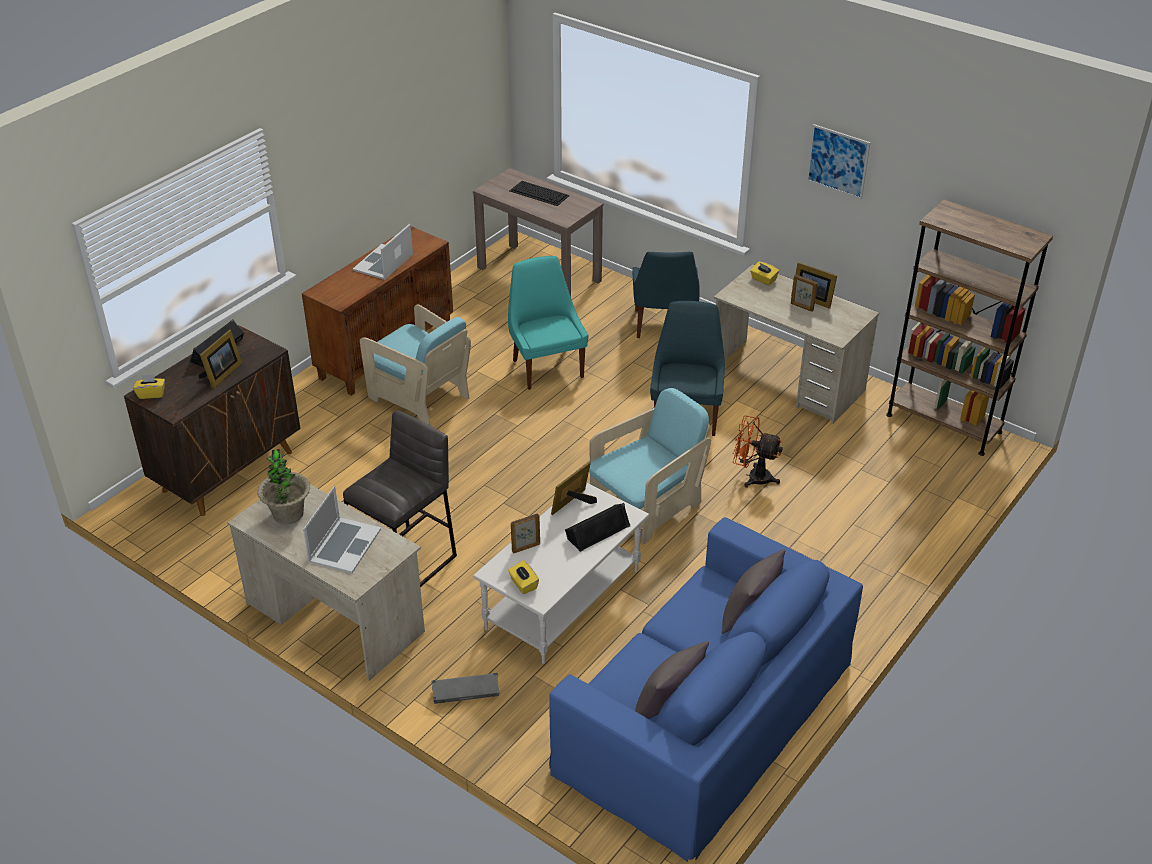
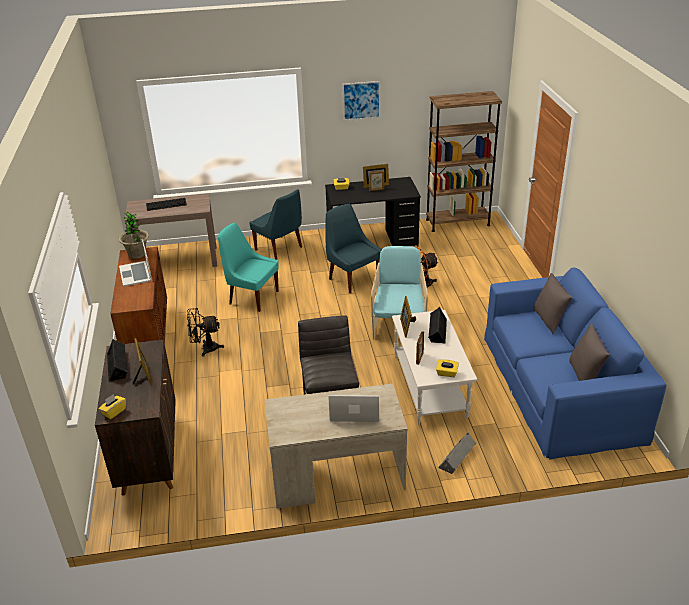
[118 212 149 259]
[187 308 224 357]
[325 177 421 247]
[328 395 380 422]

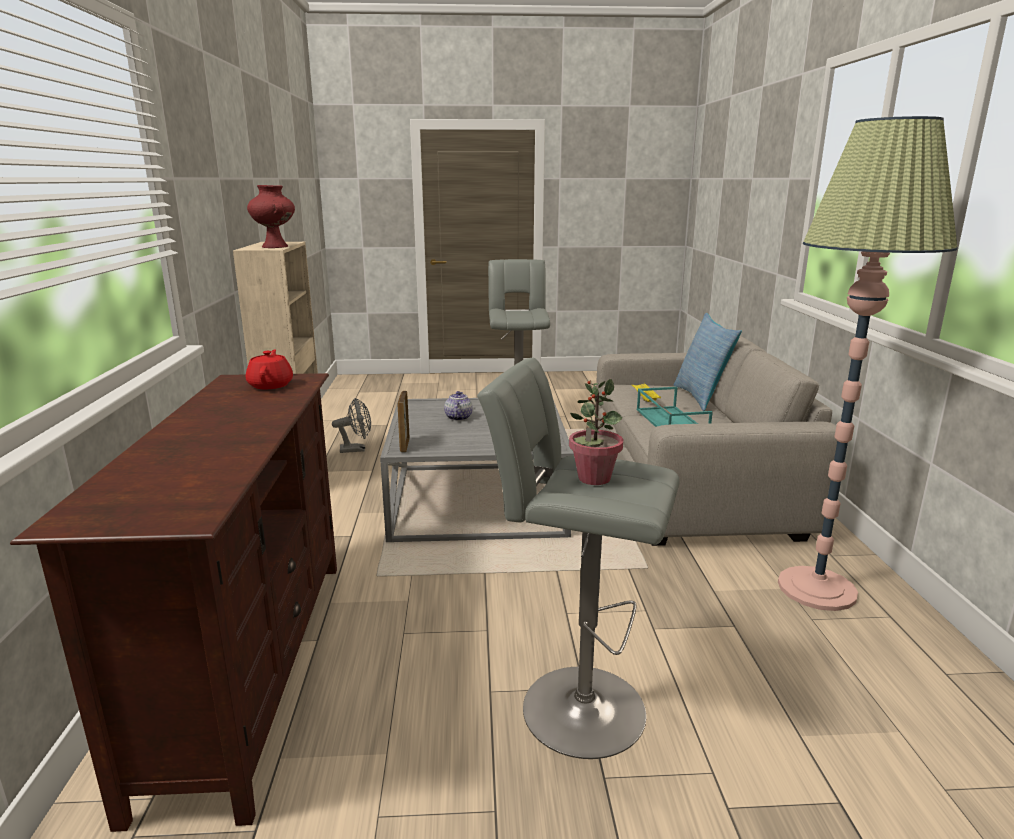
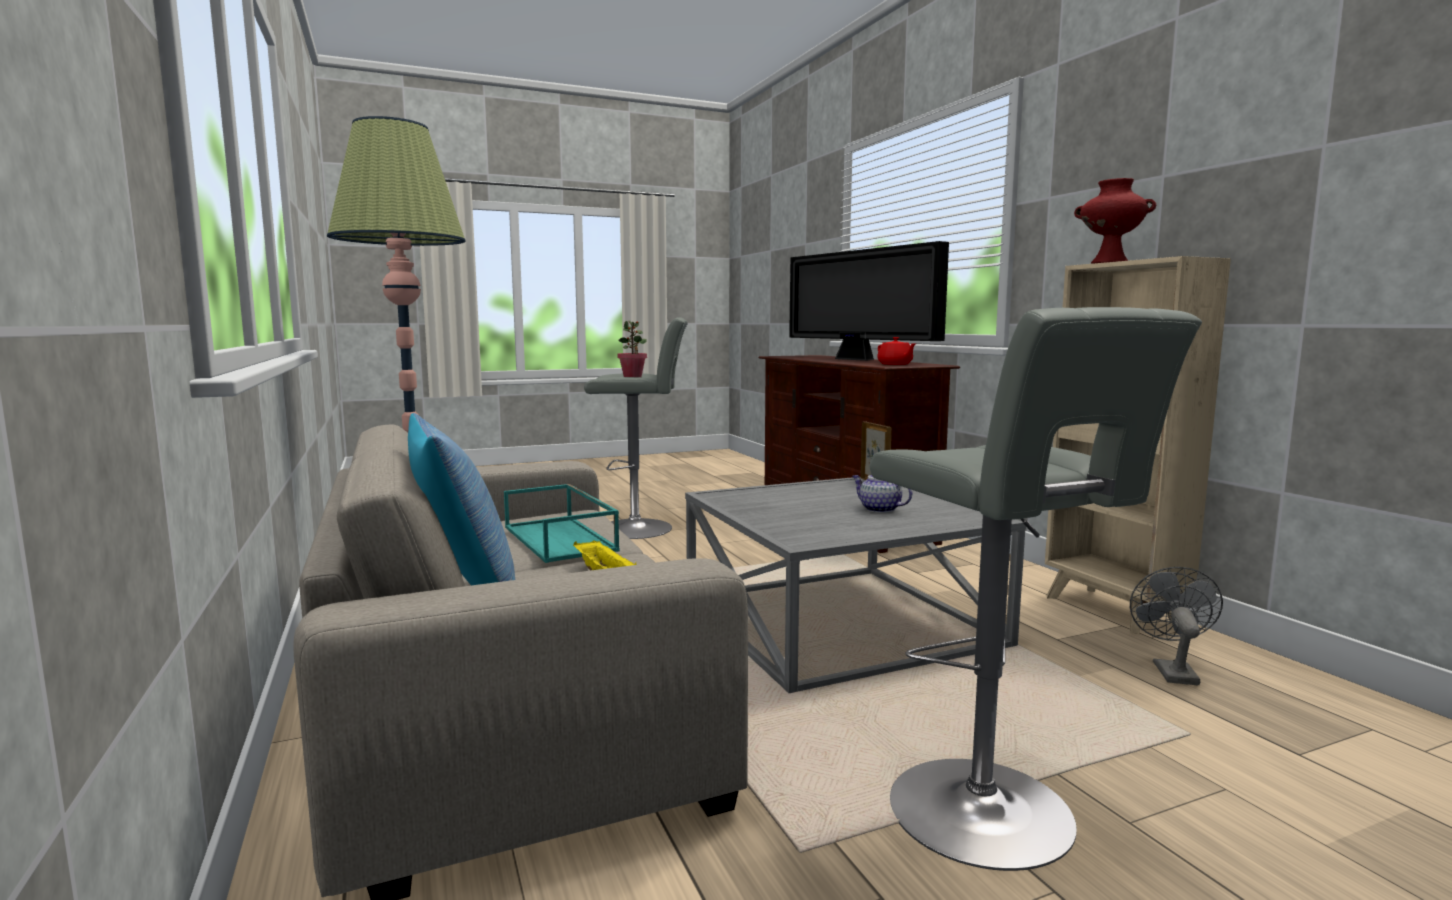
[789 241 949 361]
[1130 567 1223 685]
[852 475 912 513]

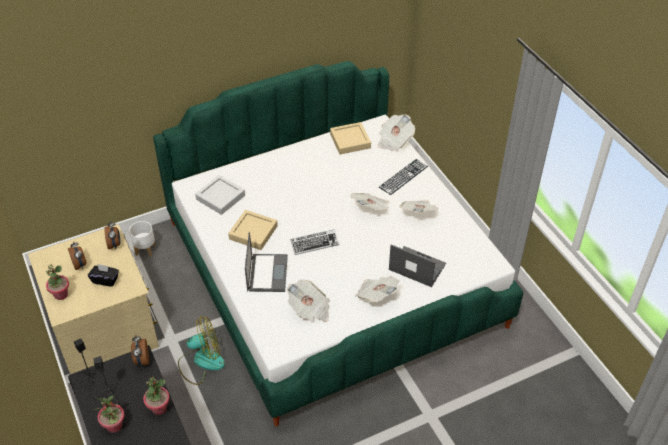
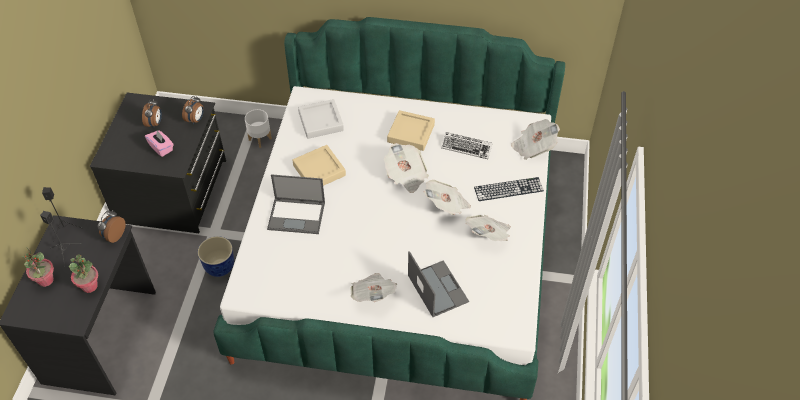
[45 264 69 300] (first image)
[384 143 429 193]
[441 132 493 159]
[387 110 435 151]
[198 236 234 277]
[90 93 226 233]
[145 130 174 157]
[267 174 325 234]

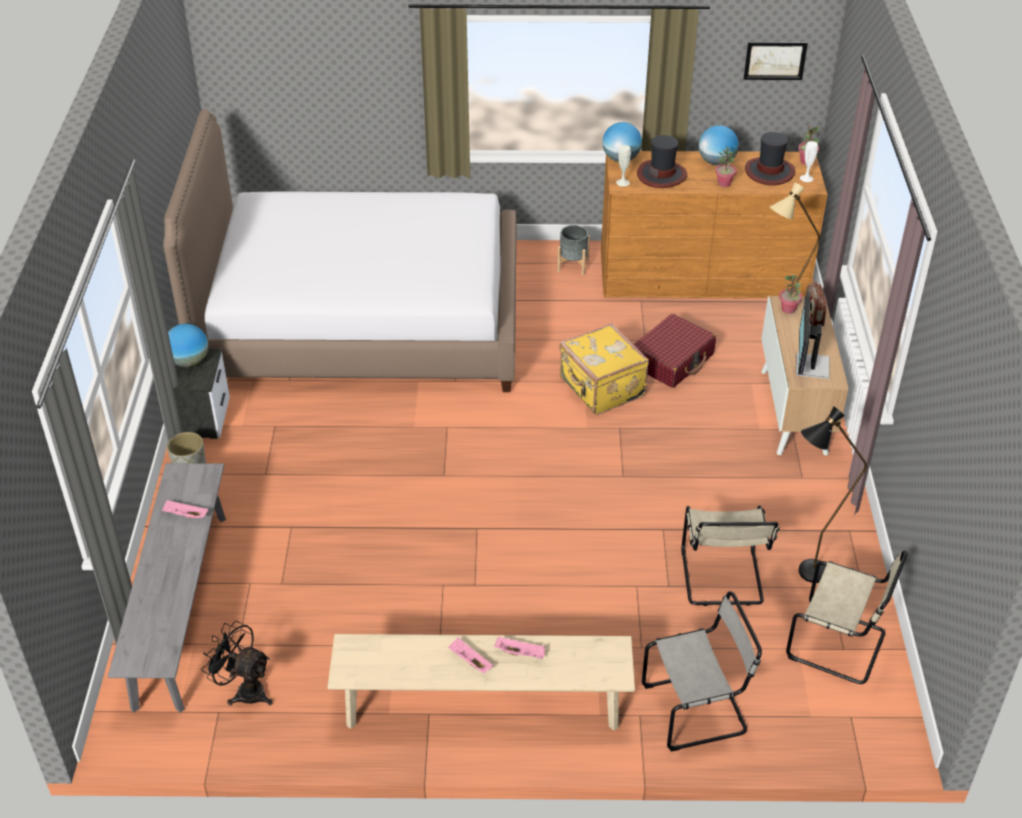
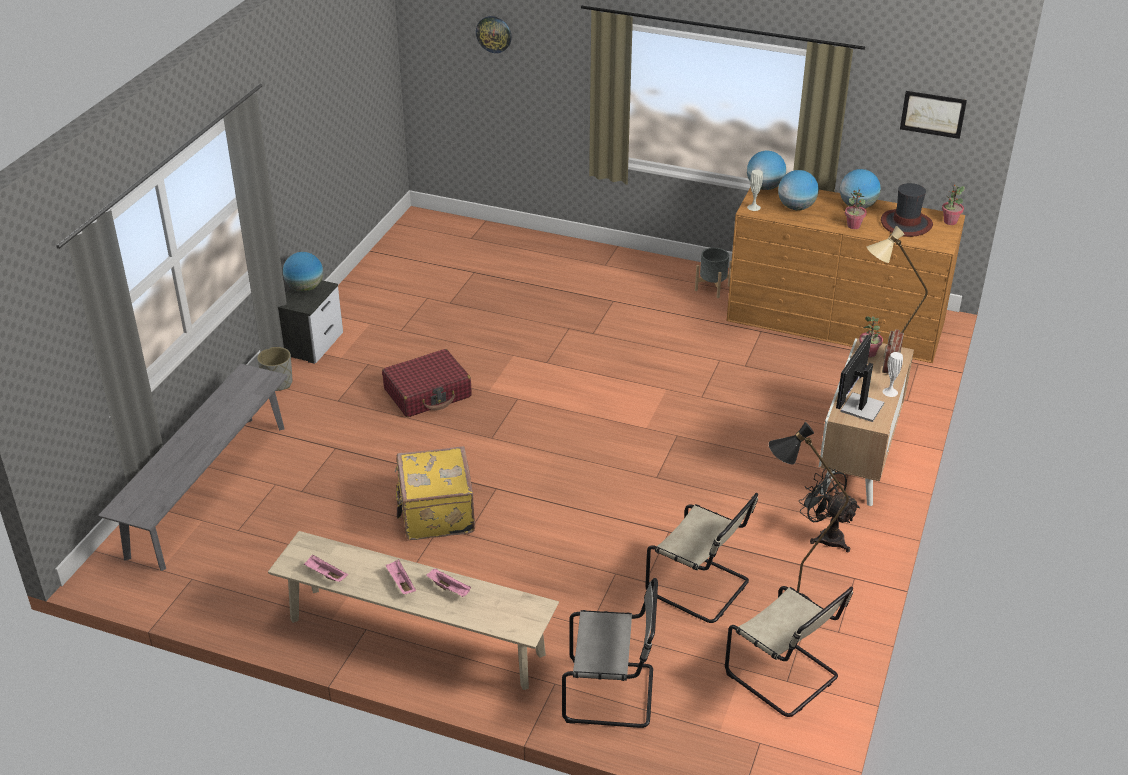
[163 109 516 392] (first image)
[476 16 512 53]
[304 554 348 582]
[799 467 860 552]
[395 446 475 540]
[382 349 472 417]
[883 352 903 397]
[778 170 819 210]
[645 493 758 623]

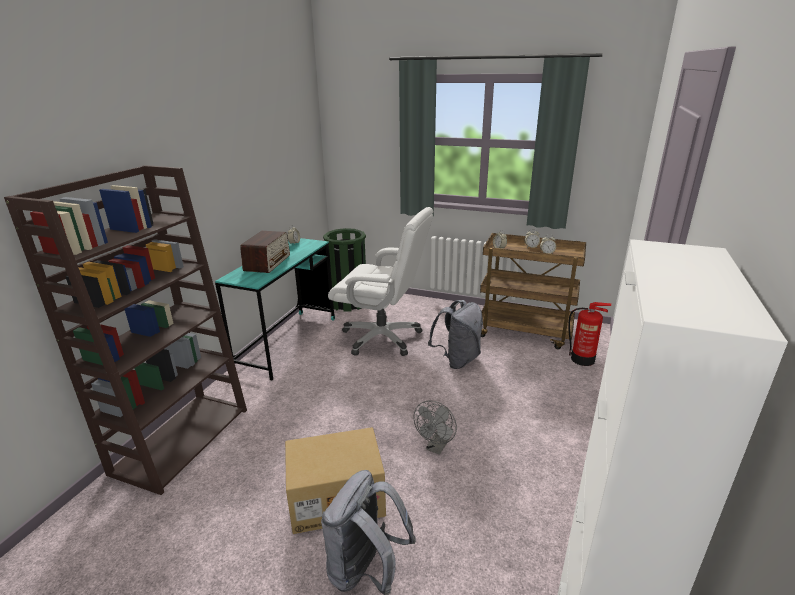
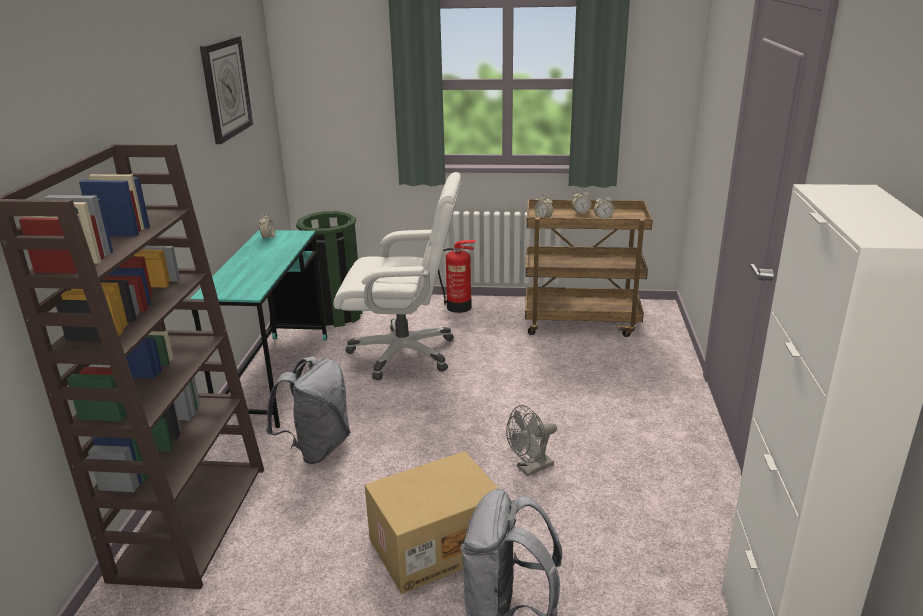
[240 231 290 273] (first image)
[200 36 253 144]
[266 356 350 464]
[438 240 476 313]
[506 405 557 476]

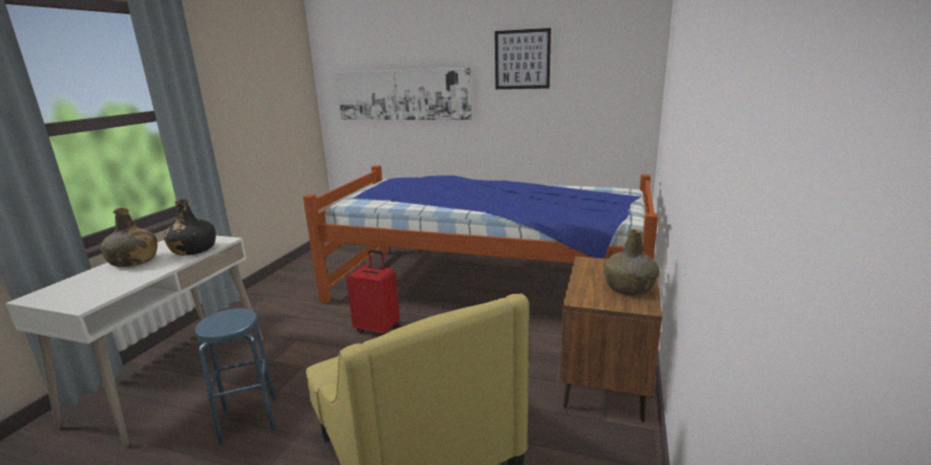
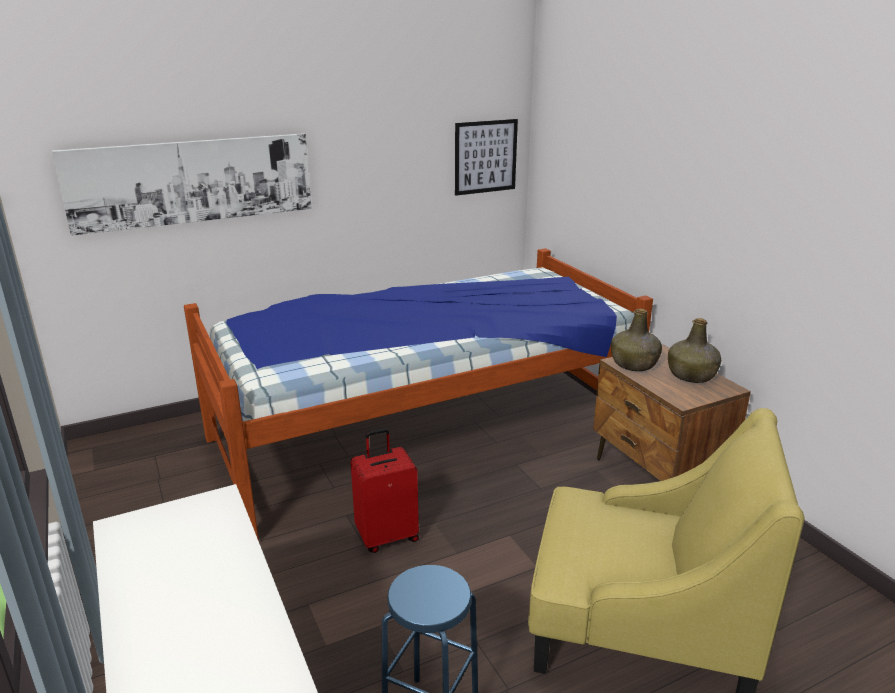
[164 199 216 255] (first image)
[611 309 662 371]
[455 119 518 196]

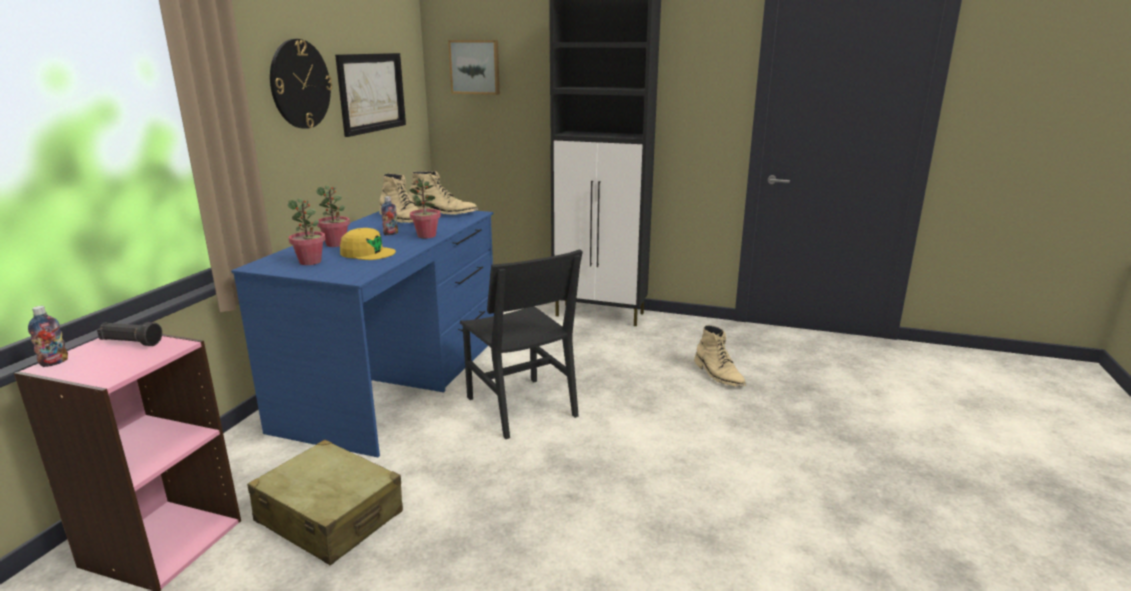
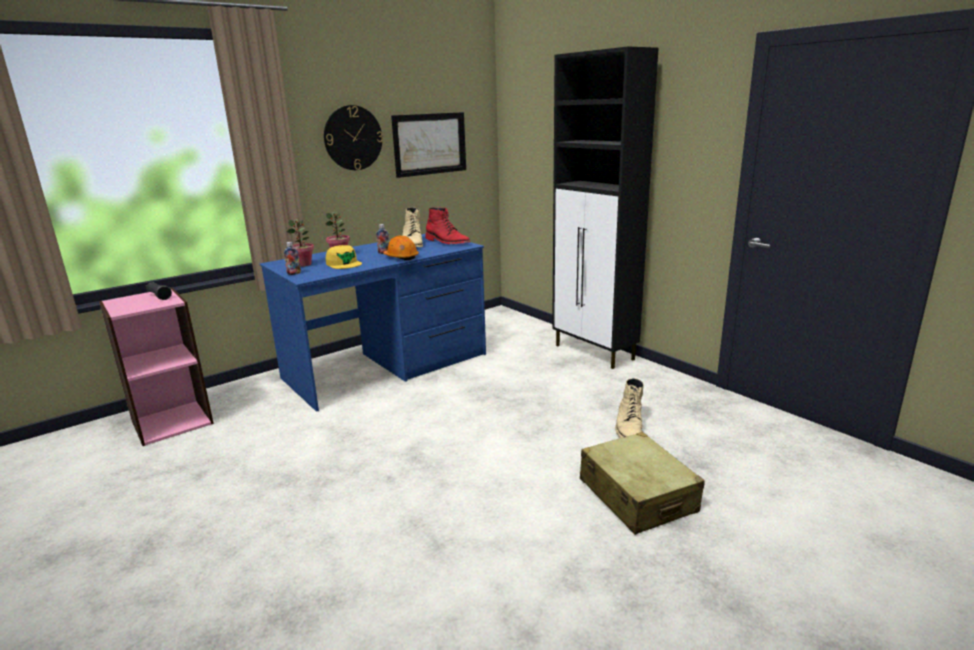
[448 40 500 95] (first image)
[460 249 583 439] (first image)
[284 242 301 275]
[580 432 705 535]
[383 235 419 261]
[425 207 471 244]

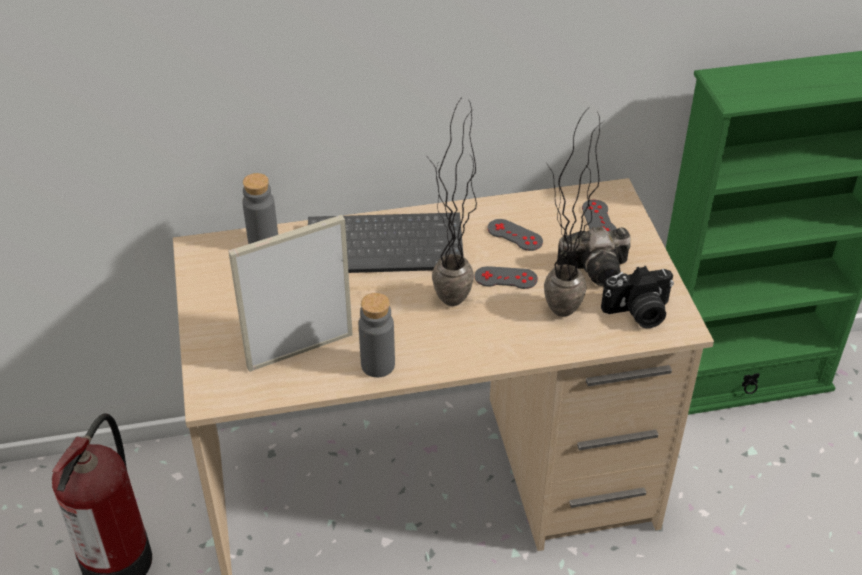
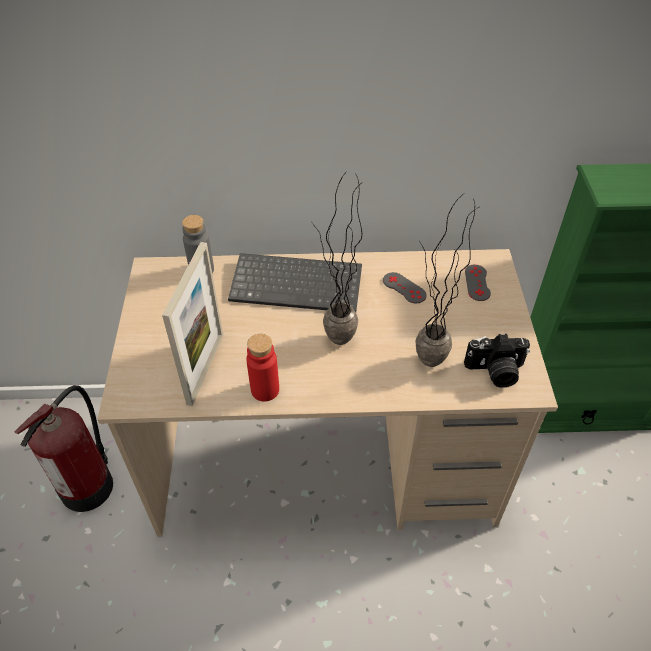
[474 266 538 289] (first image)
[557 226 631 286] (first image)
[246 334 279 402]
[162 242 223 406]

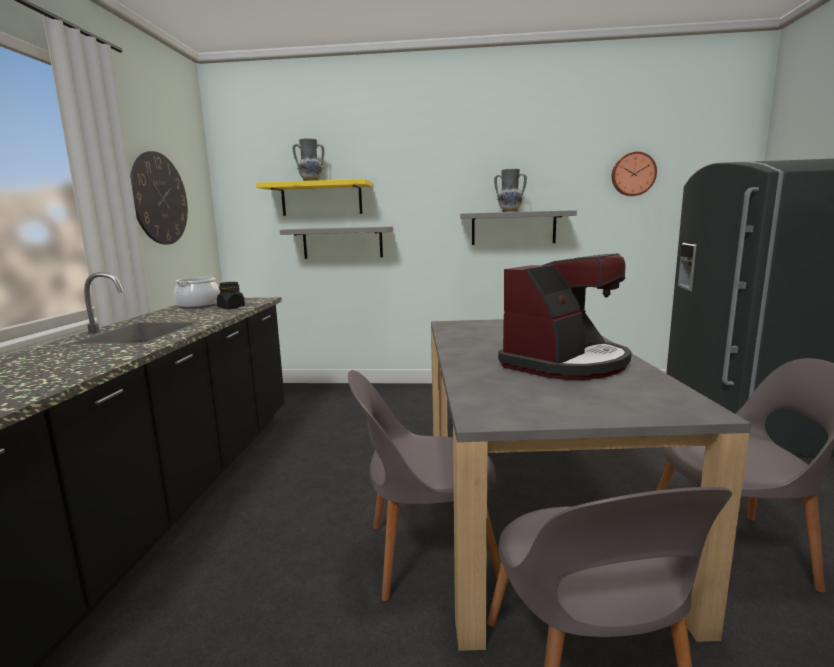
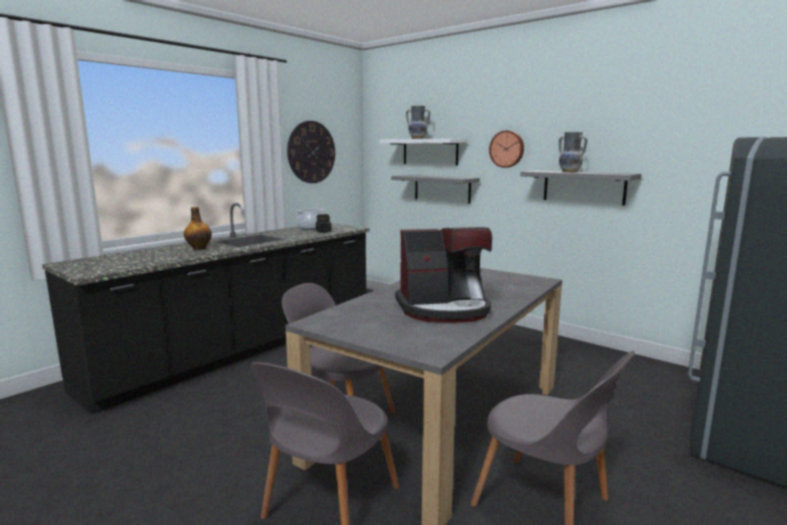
[184 207 212 250]
[489 130 524 168]
[380 139 467 166]

